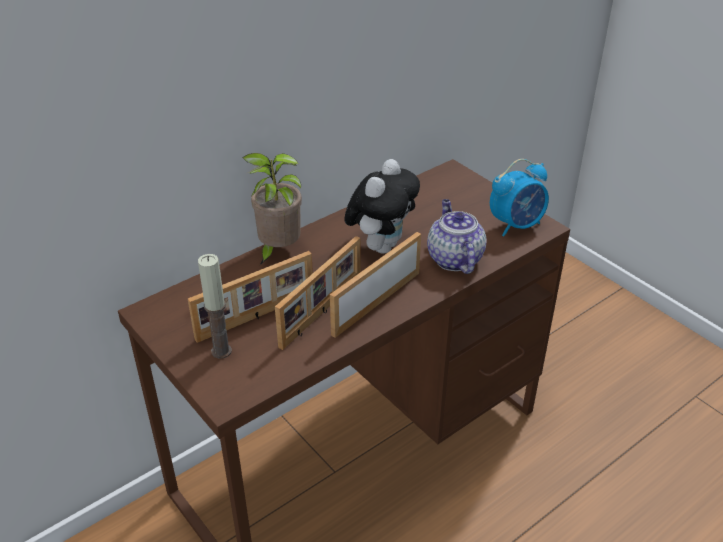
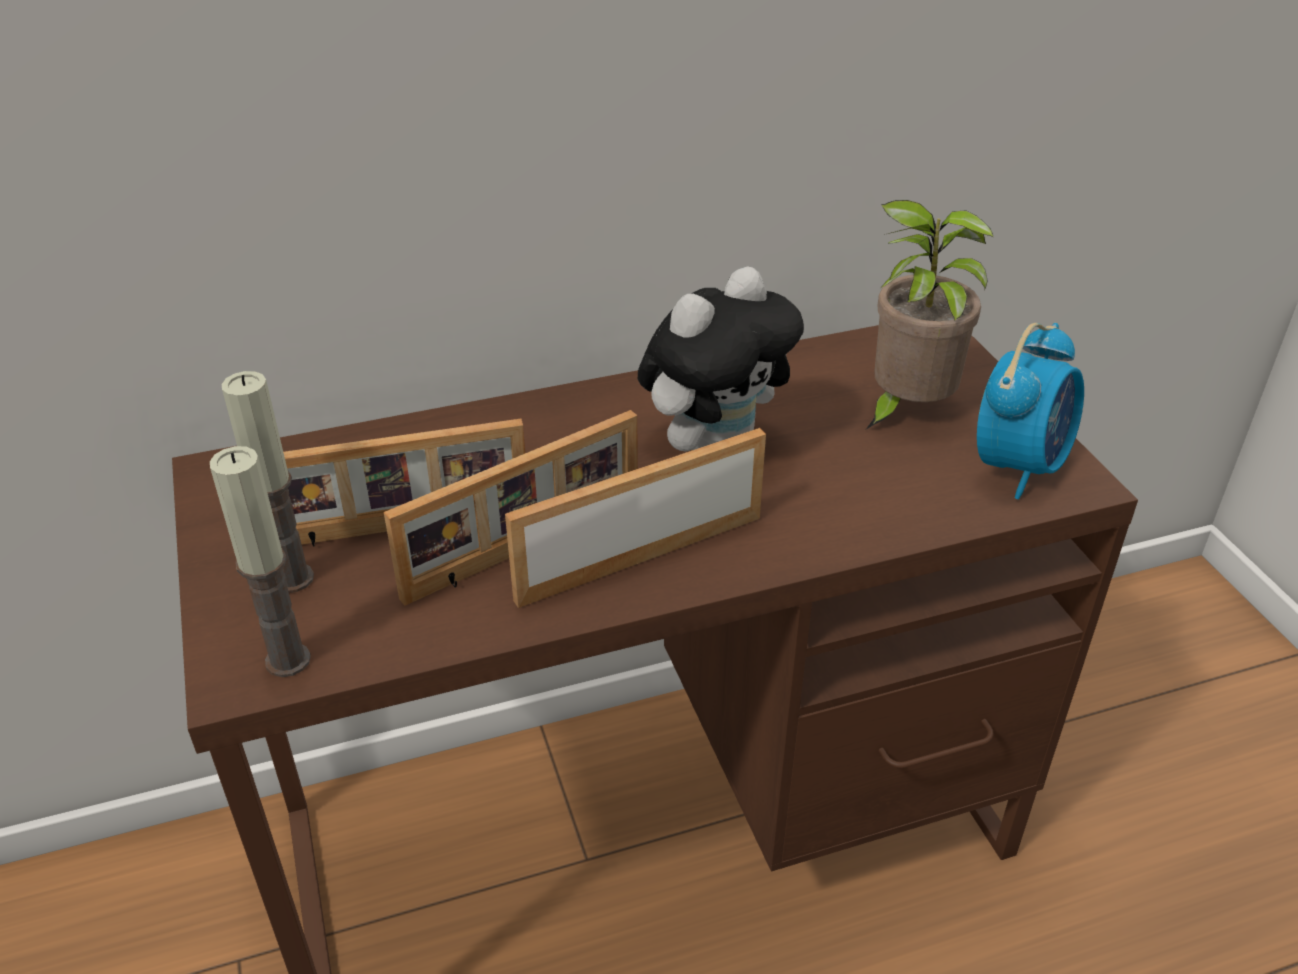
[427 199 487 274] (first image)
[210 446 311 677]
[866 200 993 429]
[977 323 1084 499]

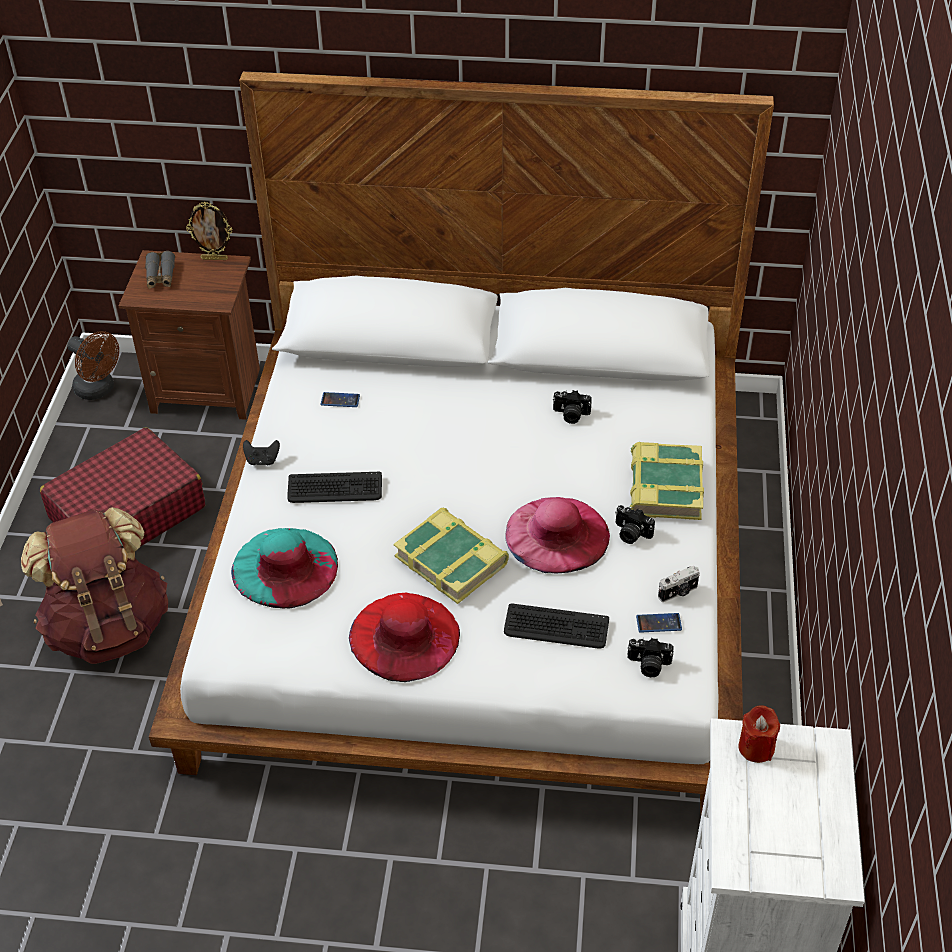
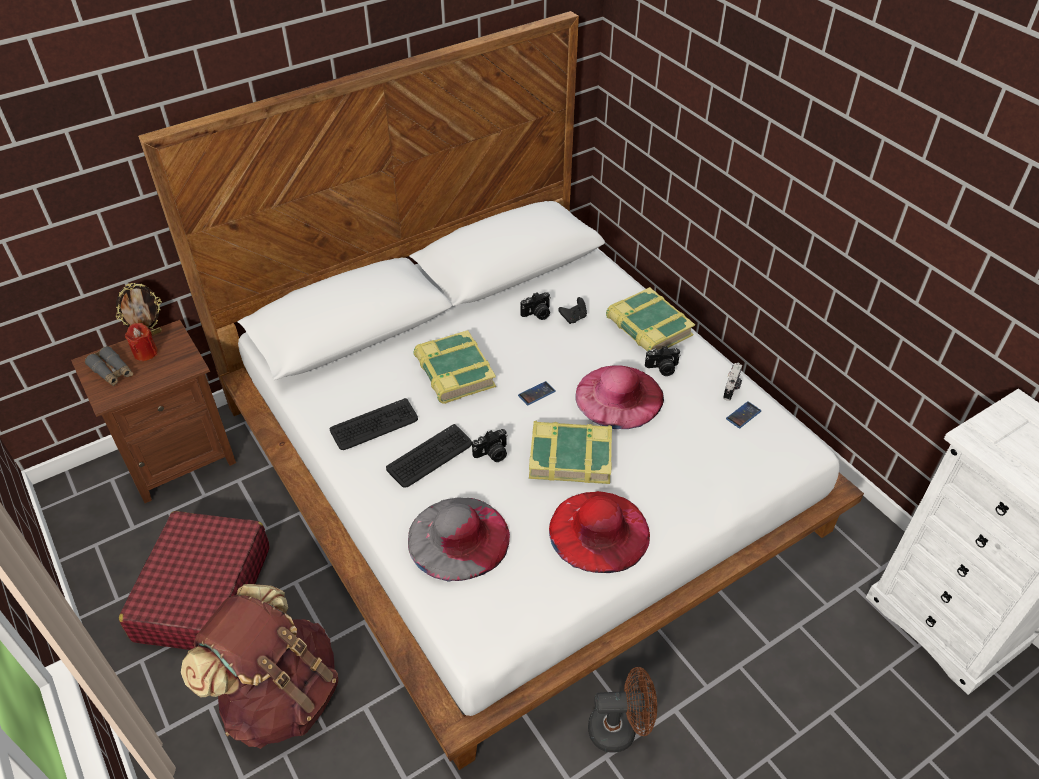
[413 330 496 404]
[588 667 657 753]
[558 297 587 324]
[518 381 556 405]
[330 398 418 450]
[472 429 508 462]
[125 323 158 361]
[408 497 510 582]

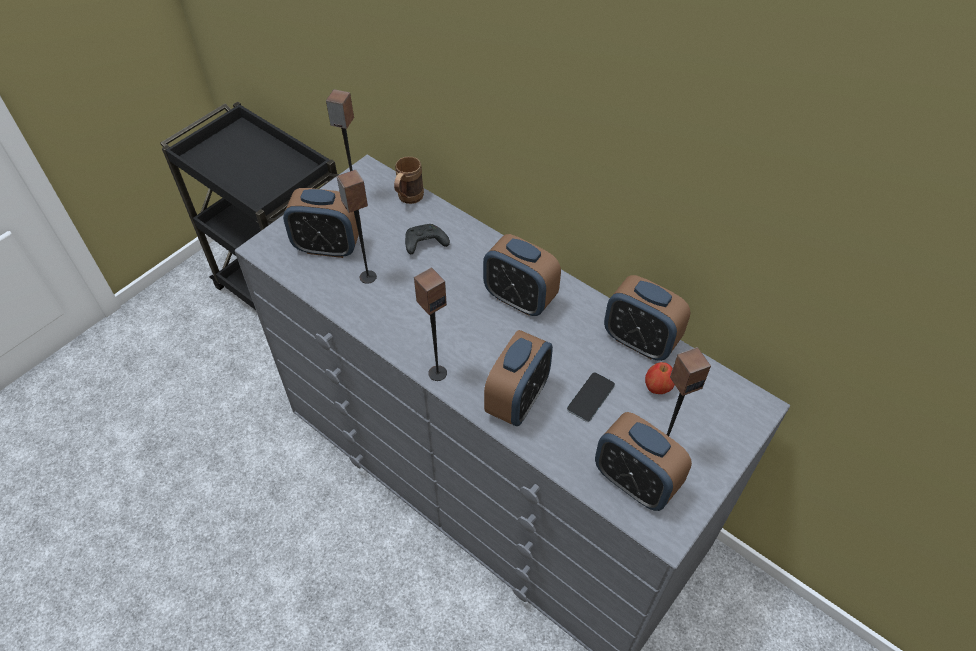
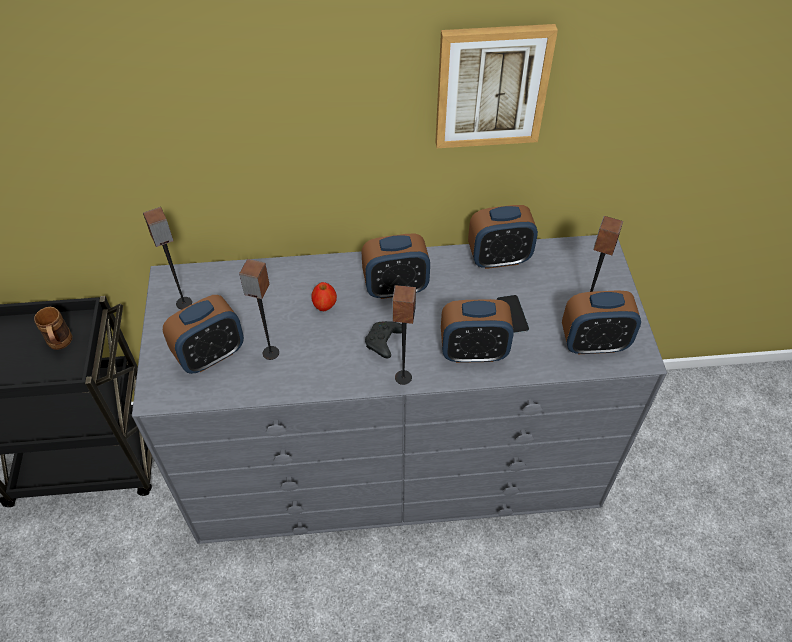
[435 24 558 148]
[34 307 72 350]
[365 321 402 359]
[312 282 337 311]
[441 299 514 363]

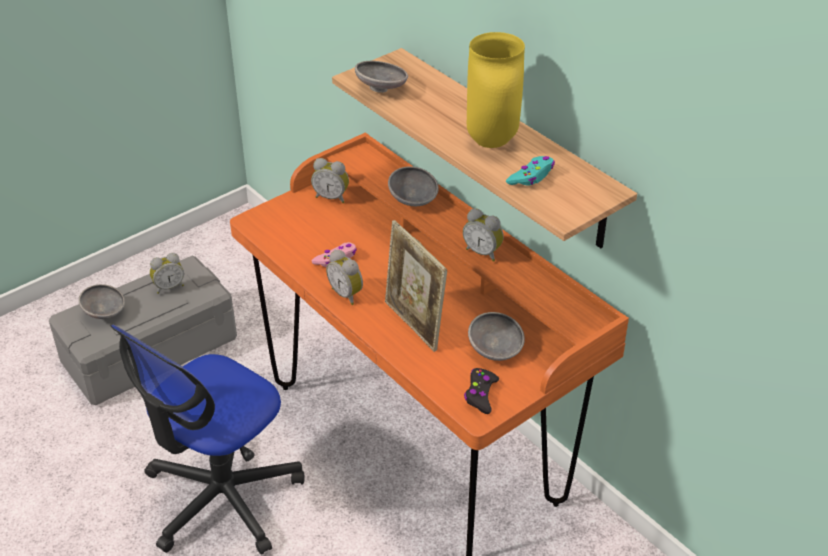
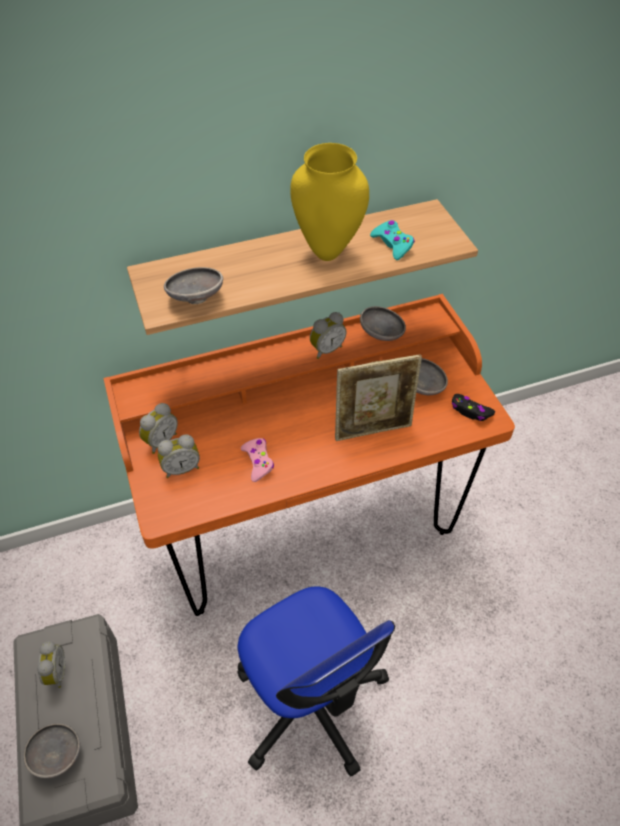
[158 434 200 478]
[360 306 406 341]

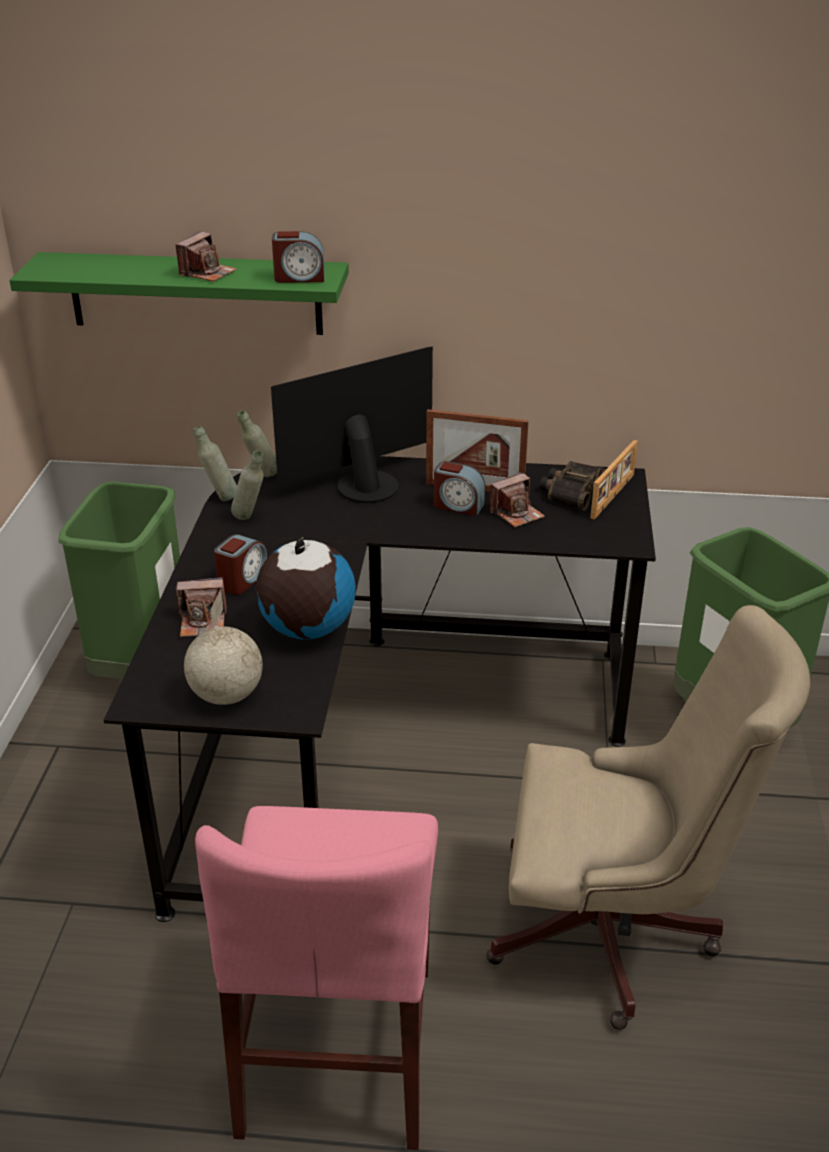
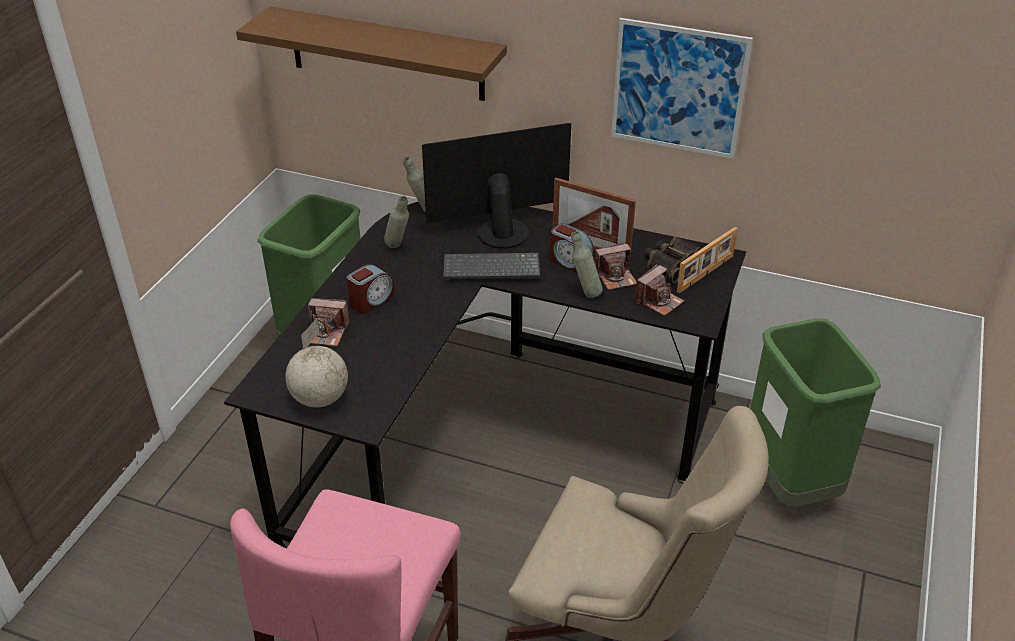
[256 537 356 639] (first image)
[272 231 325 283] (first image)
[443 253 540 279]
[611 18 753 159]
[635 264 684 316]
[571 231 602 298]
[236 6 507 101]

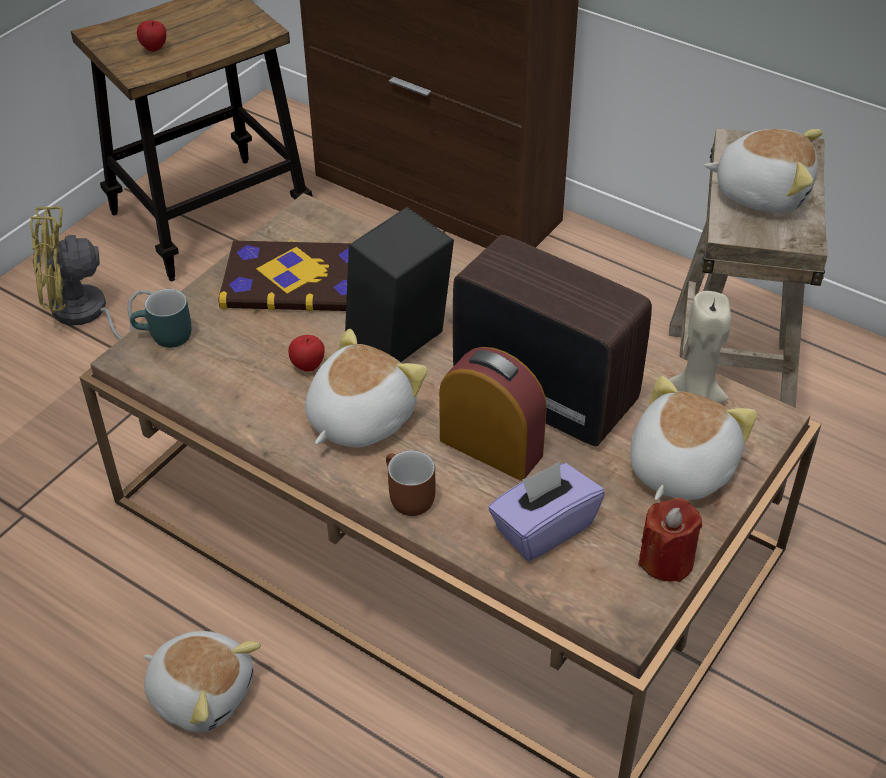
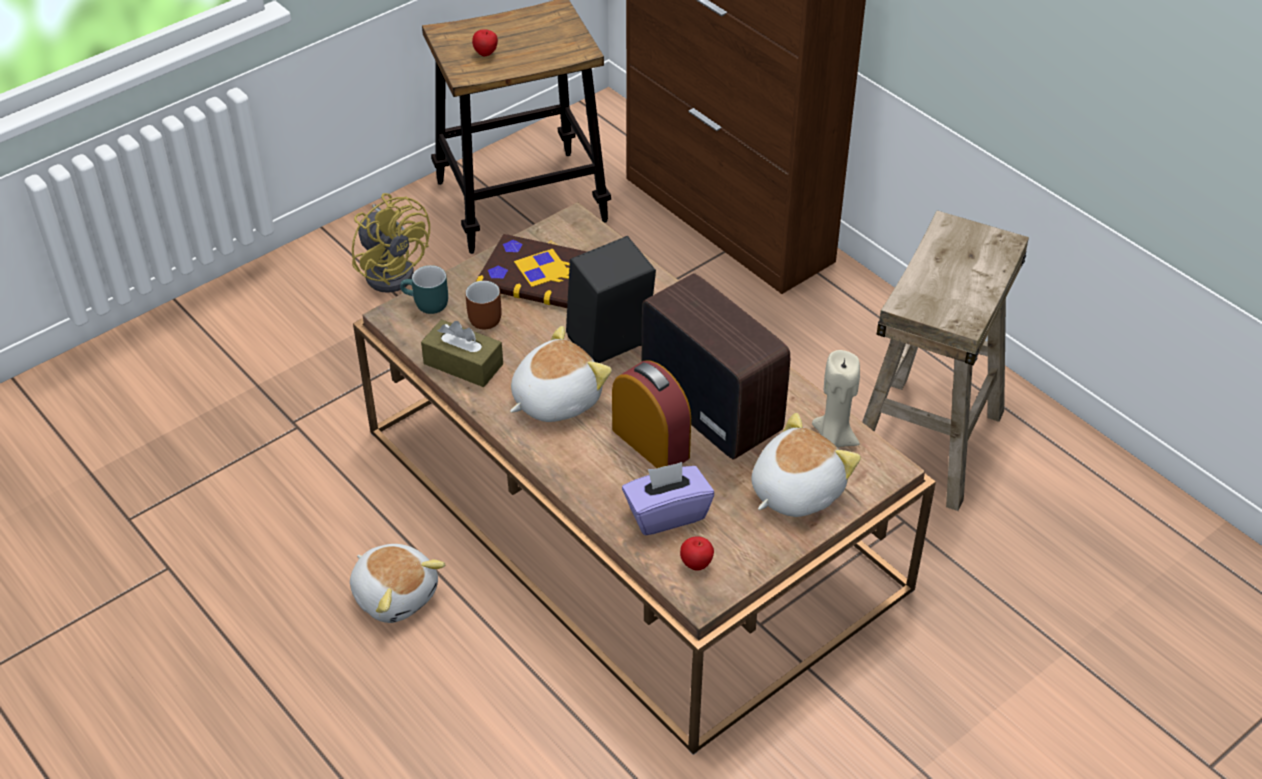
[638 498 702 582] (first image)
[704 129 823 213] (first image)
[421 319 503 387]
[680 536 714 570]
[465 281 501 330]
[352 193 430 293]

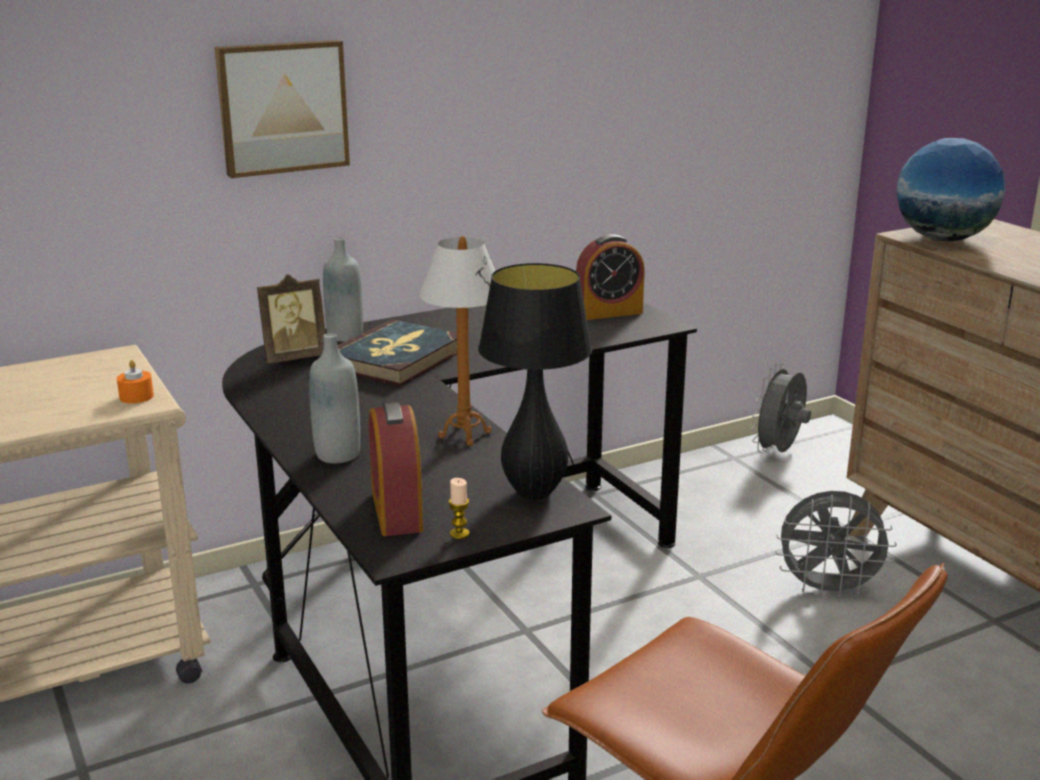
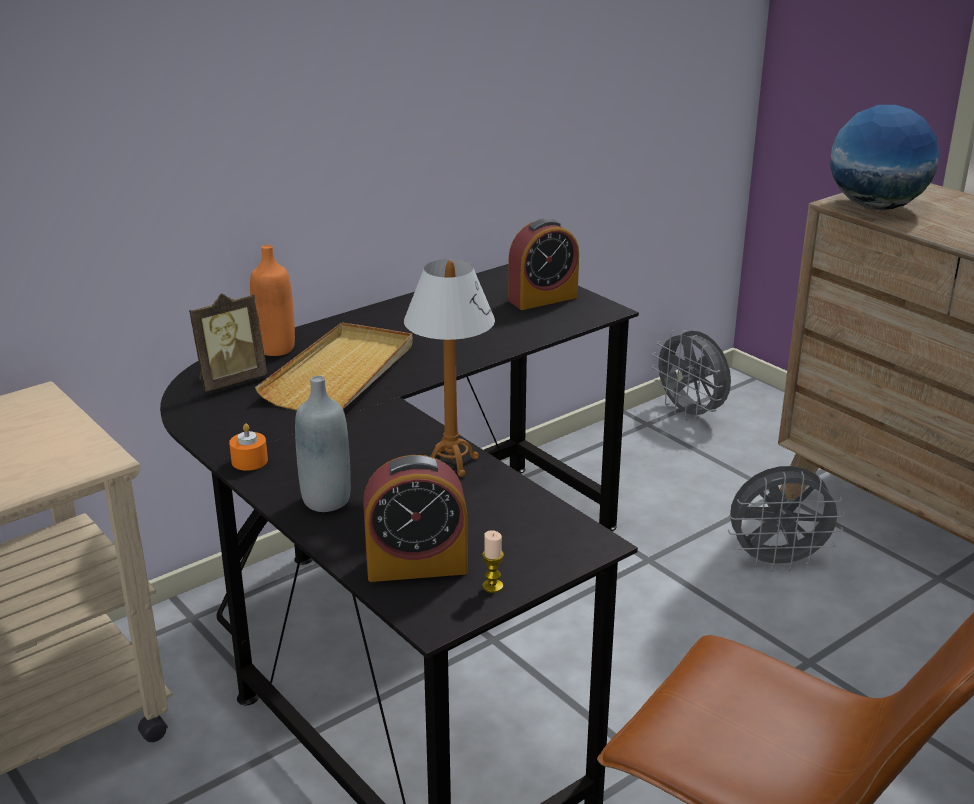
[214 40 350 178] (first image)
[478 263 592 500] (first image)
[229 423 268 471]
[255 322 413 411]
[250 245 295 356]
[363 455 468 582]
[652 330 731 421]

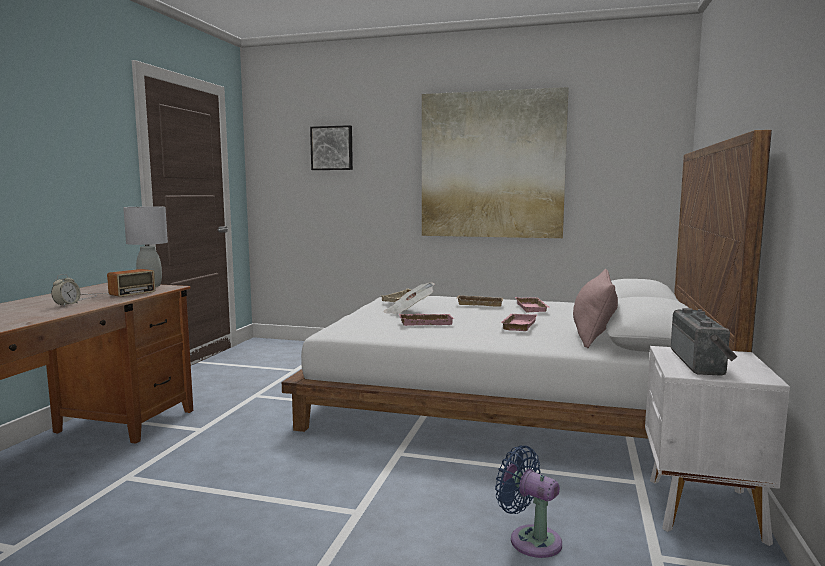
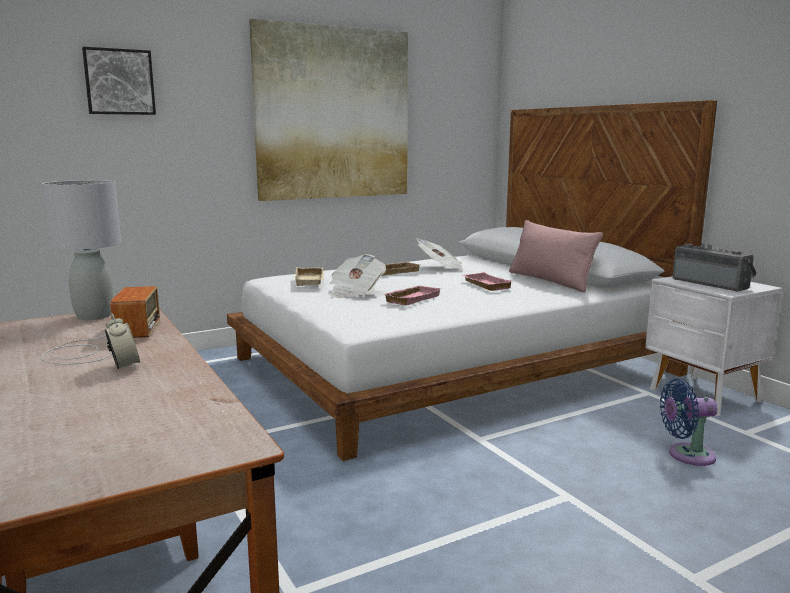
[416 239 463 271]

